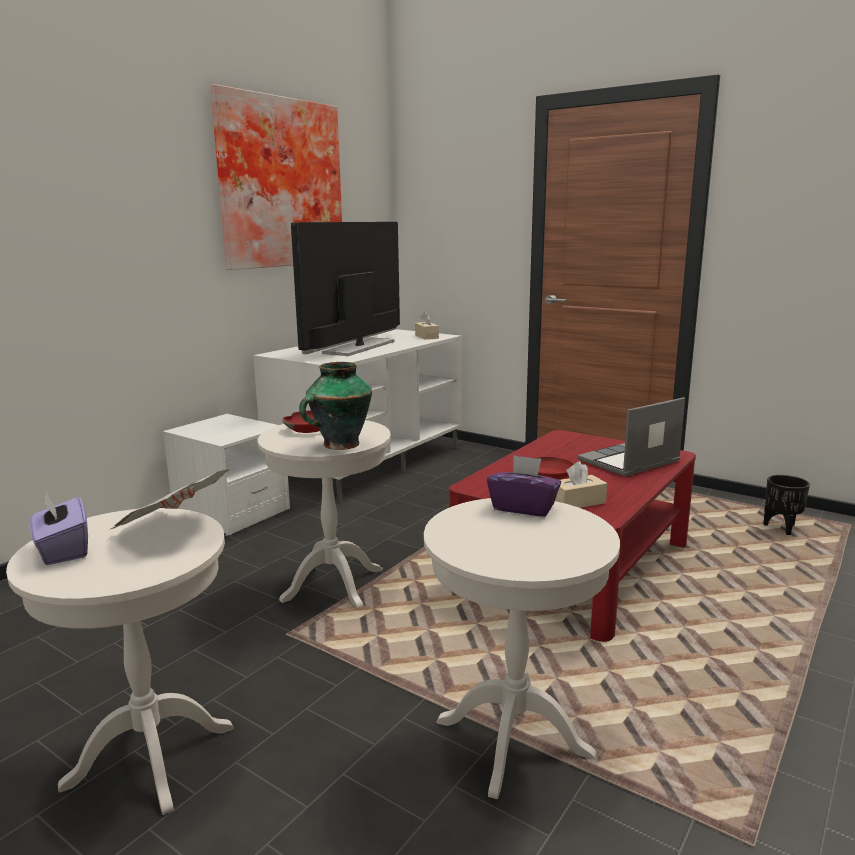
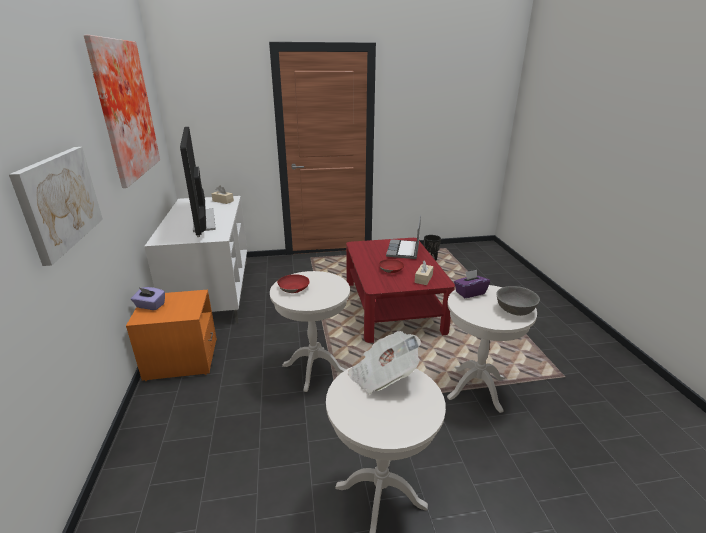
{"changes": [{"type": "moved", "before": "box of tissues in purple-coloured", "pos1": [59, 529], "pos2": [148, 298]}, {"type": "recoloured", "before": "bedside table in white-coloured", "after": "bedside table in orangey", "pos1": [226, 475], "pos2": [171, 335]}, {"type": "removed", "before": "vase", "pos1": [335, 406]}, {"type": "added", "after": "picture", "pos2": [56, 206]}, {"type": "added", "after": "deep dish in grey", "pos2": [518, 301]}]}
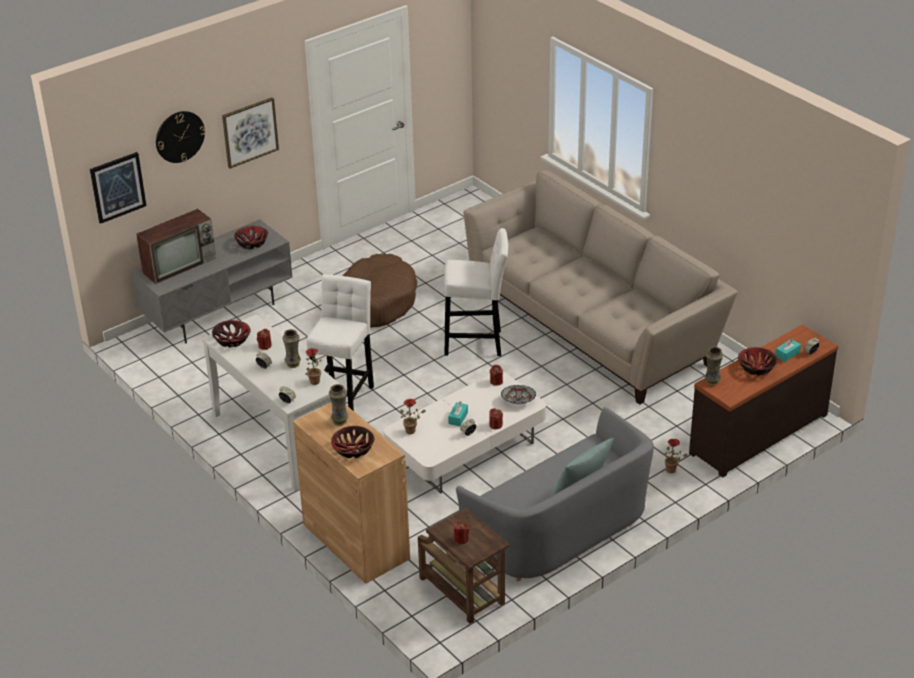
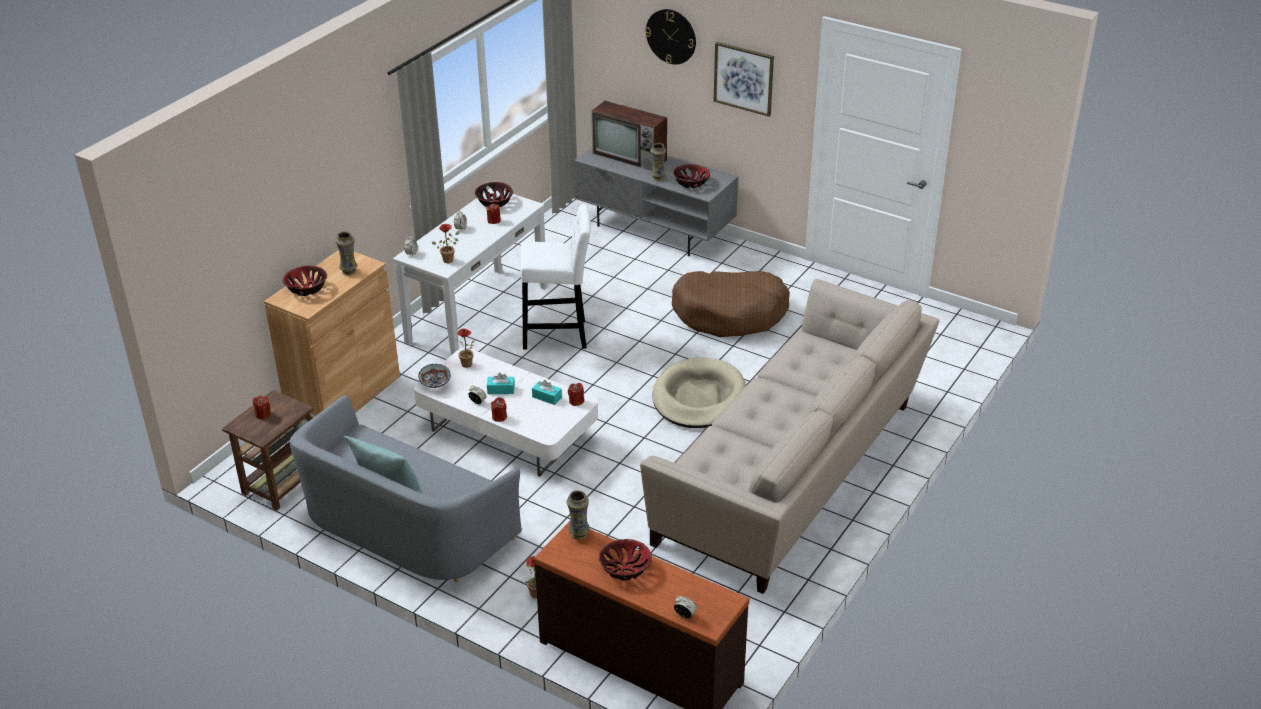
{"changes": [{"type": "removed", "before": "picture", "pos1": [118, 188]}, {"type": "moved", "before": "vase", "pos1": [292, 348], "pos2": [658, 162]}, {"type": "replaced", "before": "stool seat in white-coloured", "after": "pet bed in sand-coloured", "pos1": [476, 292], "pos2": [699, 392]}, {"type": "moved", "before": "deep dish", "pos1": [518, 394], "pos2": [434, 376]}, {"type": "moved", "before": "box of tissues in turquoise-coloured", "pos1": [788, 350], "pos2": [547, 392]}]}
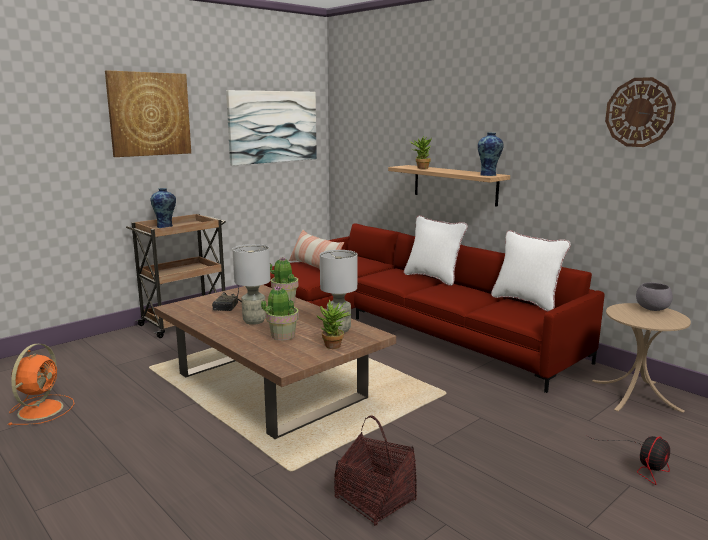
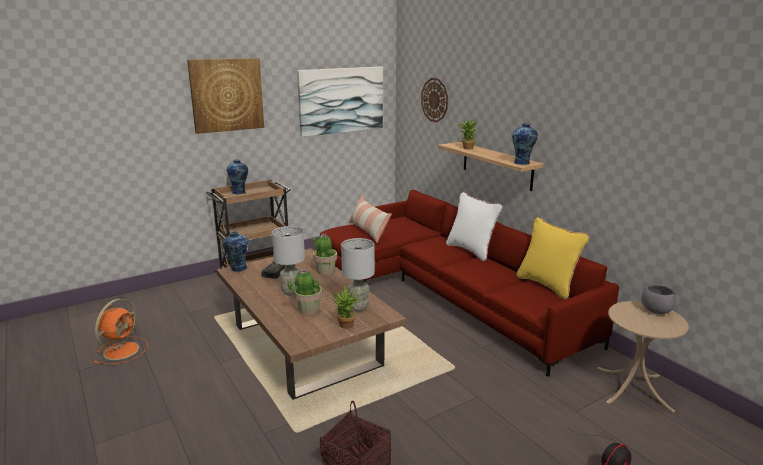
{"changes": [{"type": "recoloured", "before": "pillow in white-coloured", "after": "pillow in yellow", "pos1": [531, 270], "pos2": [552, 258]}, {"type": "moved", "before": "wall clock", "pos1": [640, 112], "pos2": [434, 100]}, {"type": "added", "after": "vase", "pos2": [235, 251]}]}
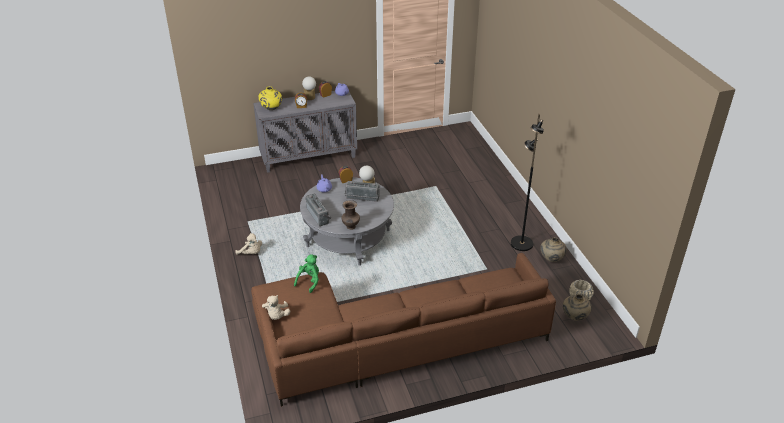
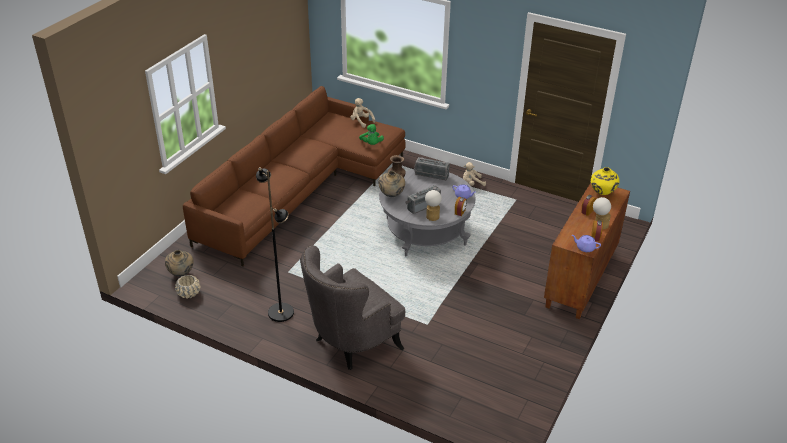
{"changes": [{"type": "recoloured", "before": "cupboard in grey", "after": "cupboard in brown", "pos1": [305, 132], "pos2": [587, 251]}, {"type": "moved", "before": "vase in sand-coloured", "pos1": [553, 249], "pos2": [392, 184]}, {"type": "added", "after": "easy chair in grey", "pos2": [352, 308]}]}
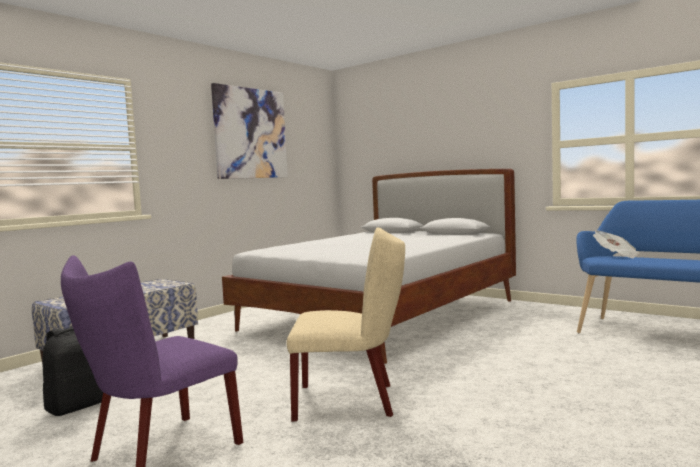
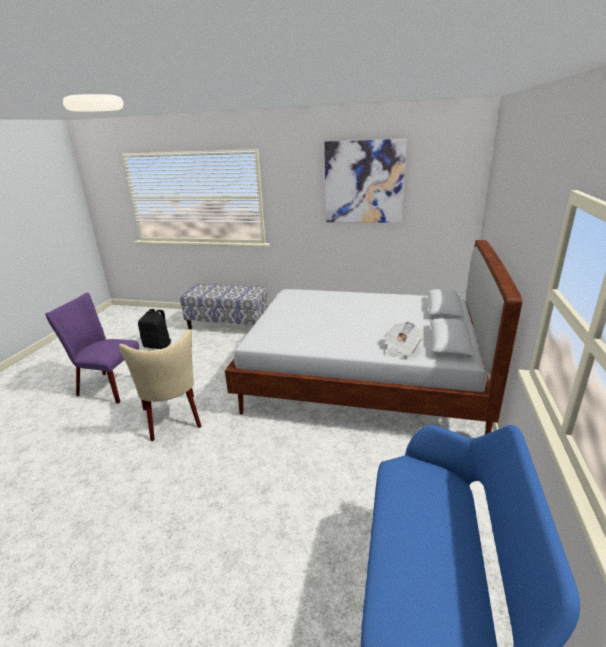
{"changes": [{"type": "moved", "before": "daily paper", "pos1": [616, 244], "pos2": [404, 339]}]}
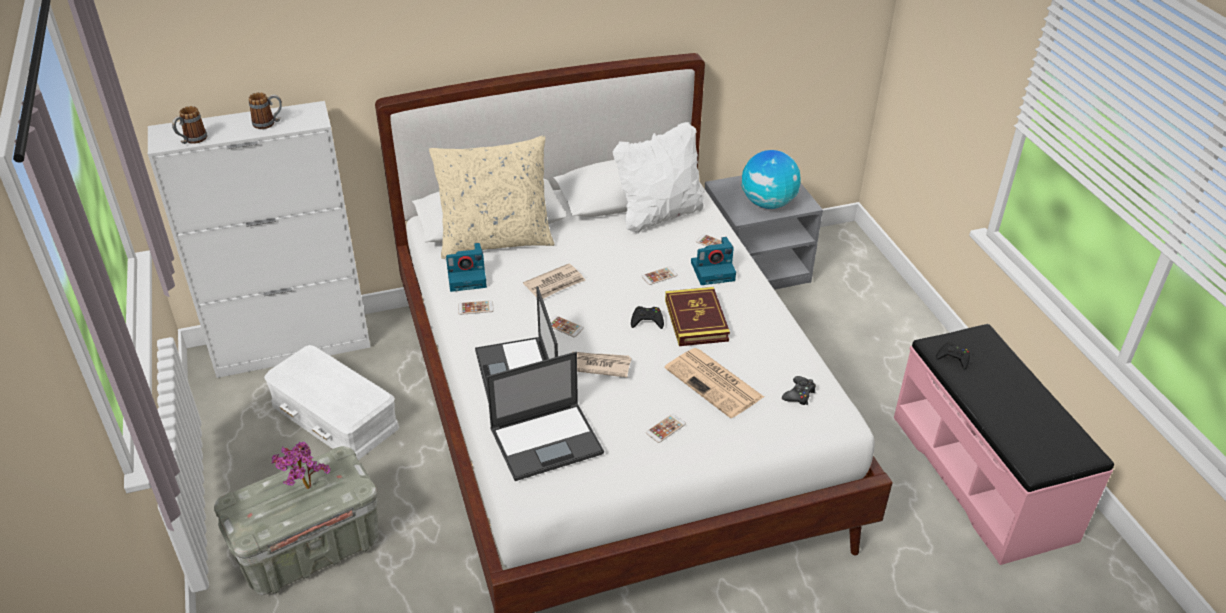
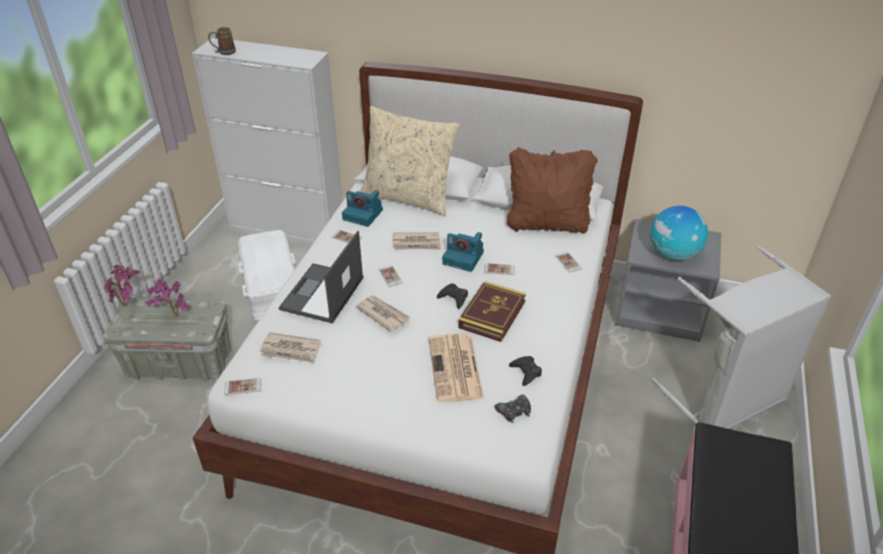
{"changes": [{"type": "removed", "before": "mug", "pos1": [265, 110]}, {"type": "replaced", "before": "notebook computer", "after": "daily paper", "pos1": [545, 416], "pos2": [290, 347]}, {"type": "recoloured", "before": "pillow in white-coloured", "after": "pillow in brown", "pos1": [658, 178], "pos2": [552, 190]}, {"type": "moved", "before": "handset", "pos1": [666, 428], "pos2": [242, 386]}, {"type": "moved", "before": "photo camera", "pos1": [713, 261], "pos2": [463, 252]}, {"type": "moved", "before": "joypad in black", "pos1": [953, 356], "pos2": [525, 371]}, {"type": "added", "after": "potted plant", "pos2": [122, 285]}, {"type": "added", "after": "hamper in grey", "pos2": [741, 337]}]}
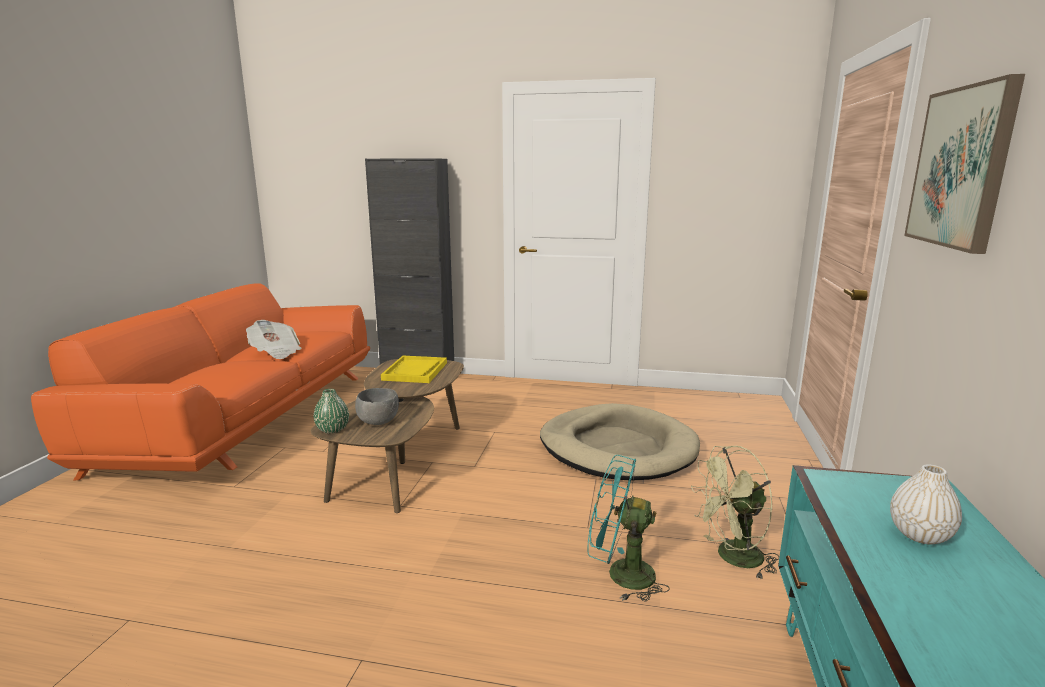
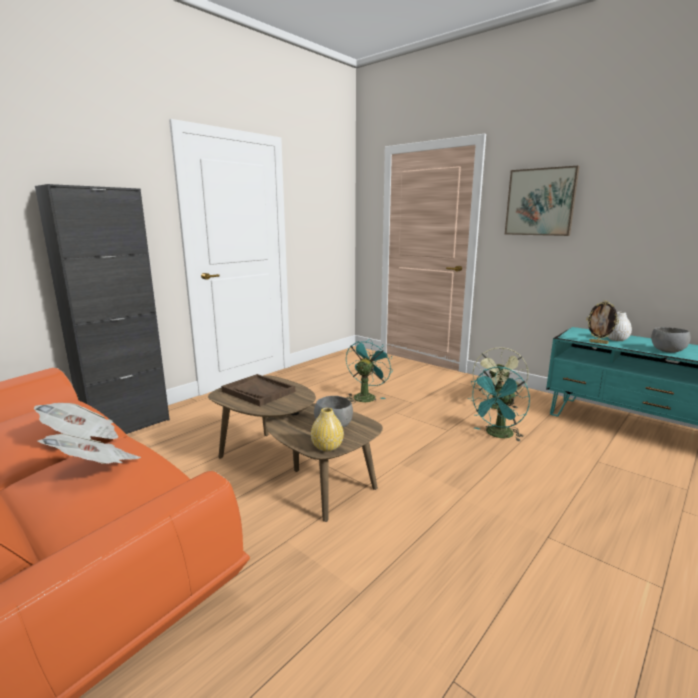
{"changes": [{"type": "recoloured", "before": "vase in green-coloured", "after": "vase in yellow", "pos1": [331, 411], "pos2": [327, 430]}, {"type": "recoloured", "before": "tray in yellow", "after": "tray in brown", "pos1": [414, 369], "pos2": [258, 390]}, {"type": "replaced", "before": "pet bed in sand-coloured", "after": "fan in turquoise-coloured", "pos1": [620, 441], "pos2": [369, 371]}, {"type": "added", "after": "daily paper", "pos2": [89, 449]}, {"type": "added", "after": "picture frame", "pos2": [602, 322]}, {"type": "added", "after": "deep dish in grey", "pos2": [671, 340]}]}
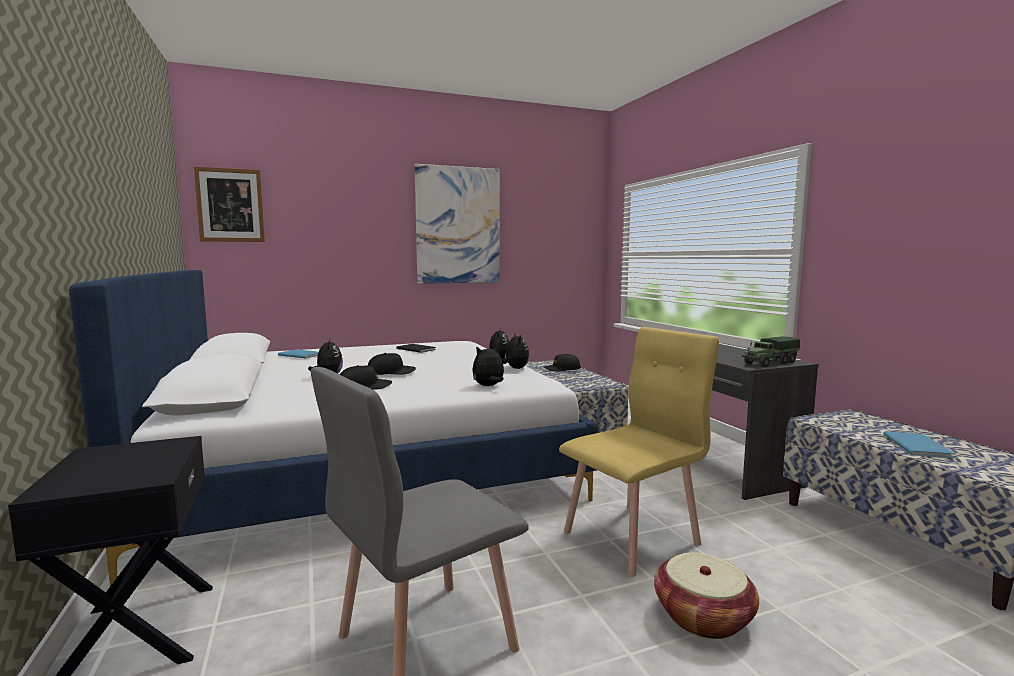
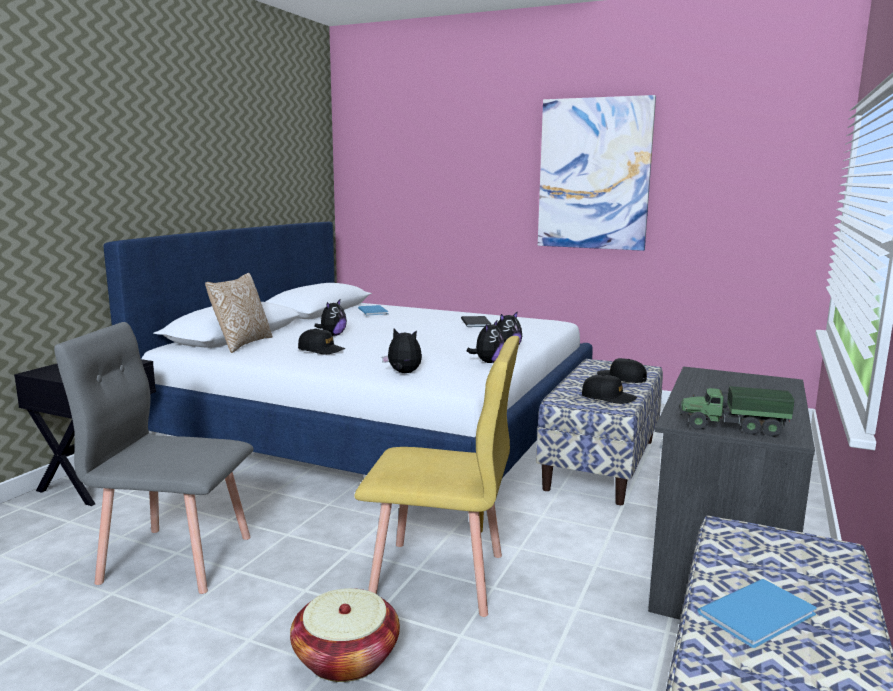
{"changes": [{"type": "removed", "before": "picture", "pos1": [229, 204]}, {"type": "moved", "before": "peaked cap in black", "pos1": [392, 364], "pos2": [609, 389]}, {"type": "added", "after": "pillow", "pos2": [239, 313]}]}
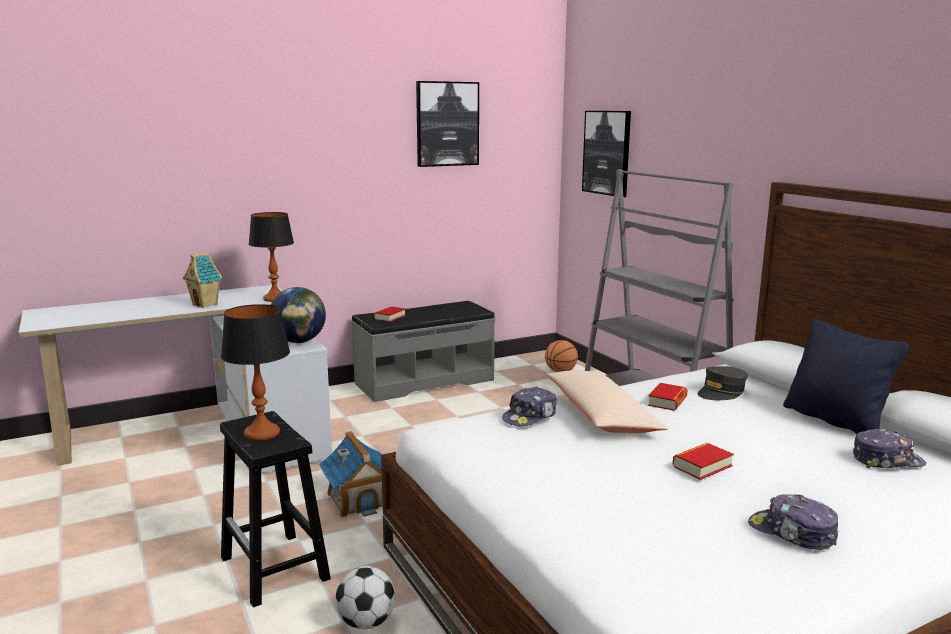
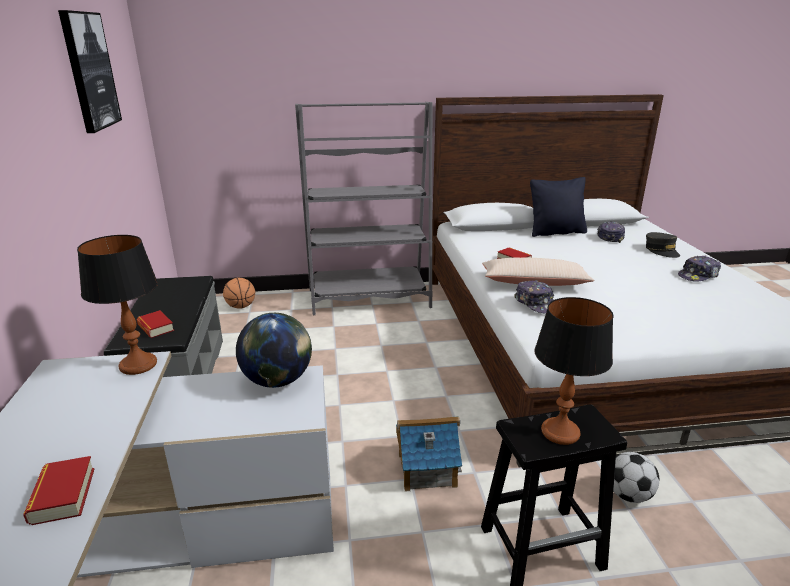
{"changes": [{"type": "removed", "before": "toy house", "pos1": [202, 280]}, {"type": "removed", "before": "picture", "pos1": [606, 154]}, {"type": "moved", "before": "volume", "pos1": [703, 461], "pos2": [58, 490]}, {"type": "moved", "before": "peaked cap in grey", "pos1": [722, 383], "pos2": [663, 245]}]}
